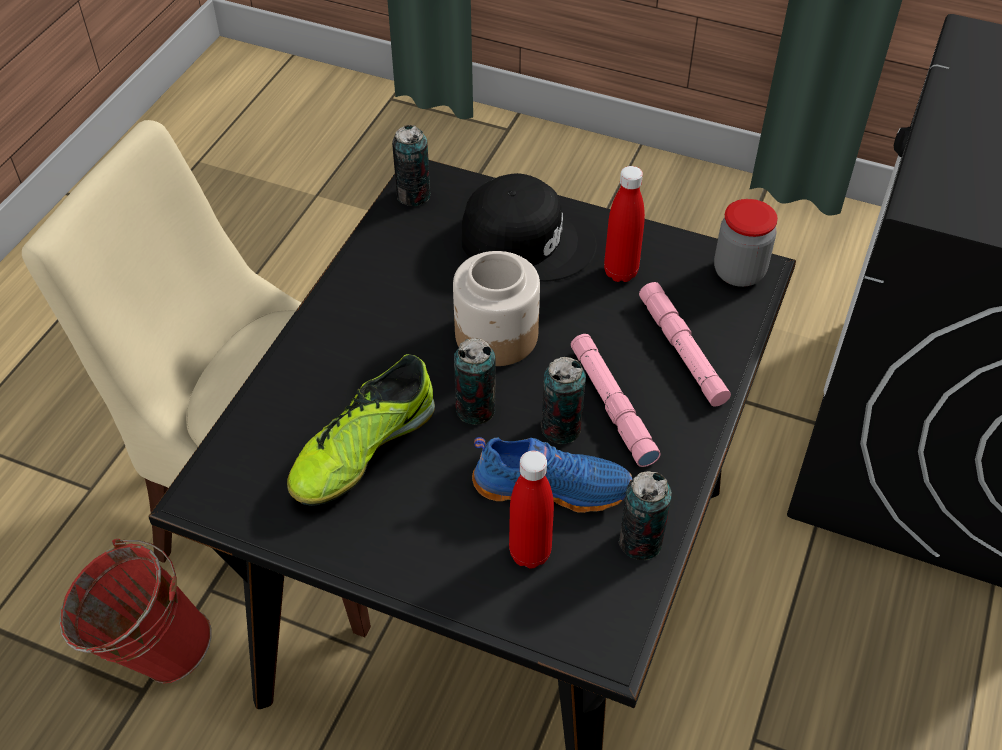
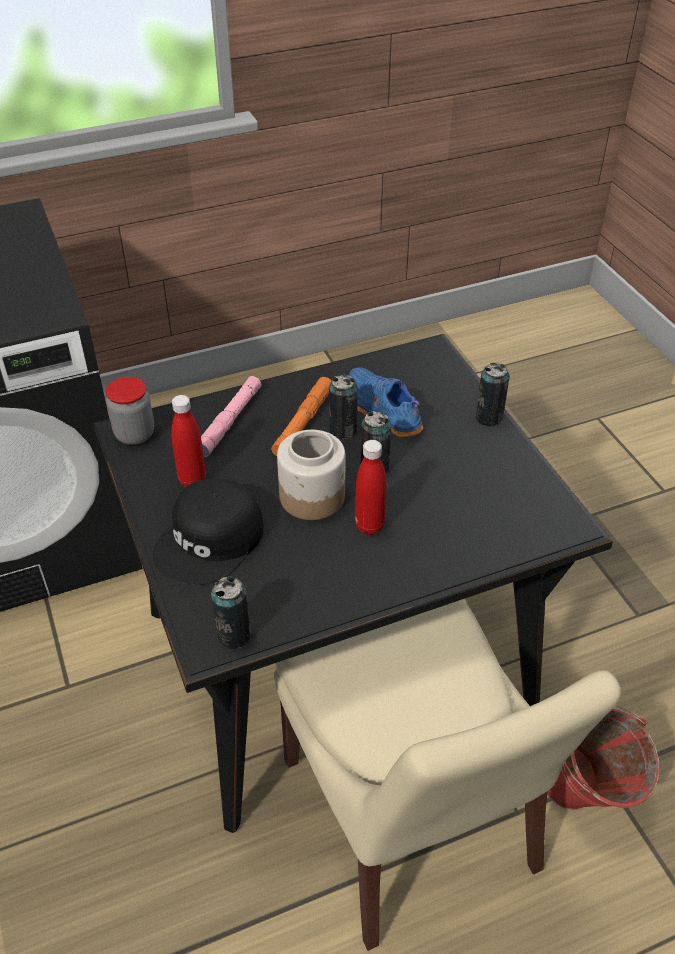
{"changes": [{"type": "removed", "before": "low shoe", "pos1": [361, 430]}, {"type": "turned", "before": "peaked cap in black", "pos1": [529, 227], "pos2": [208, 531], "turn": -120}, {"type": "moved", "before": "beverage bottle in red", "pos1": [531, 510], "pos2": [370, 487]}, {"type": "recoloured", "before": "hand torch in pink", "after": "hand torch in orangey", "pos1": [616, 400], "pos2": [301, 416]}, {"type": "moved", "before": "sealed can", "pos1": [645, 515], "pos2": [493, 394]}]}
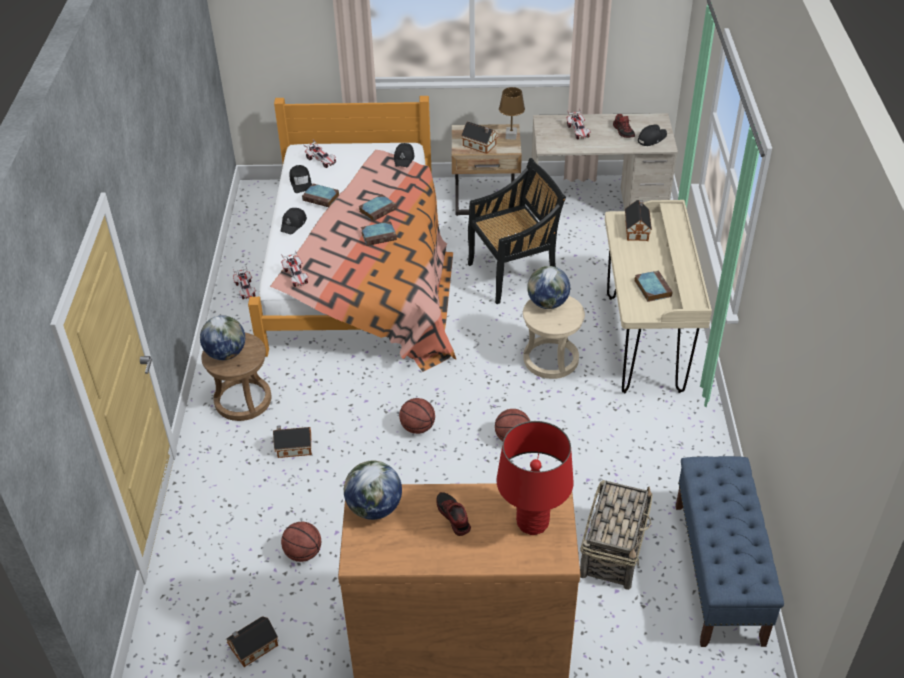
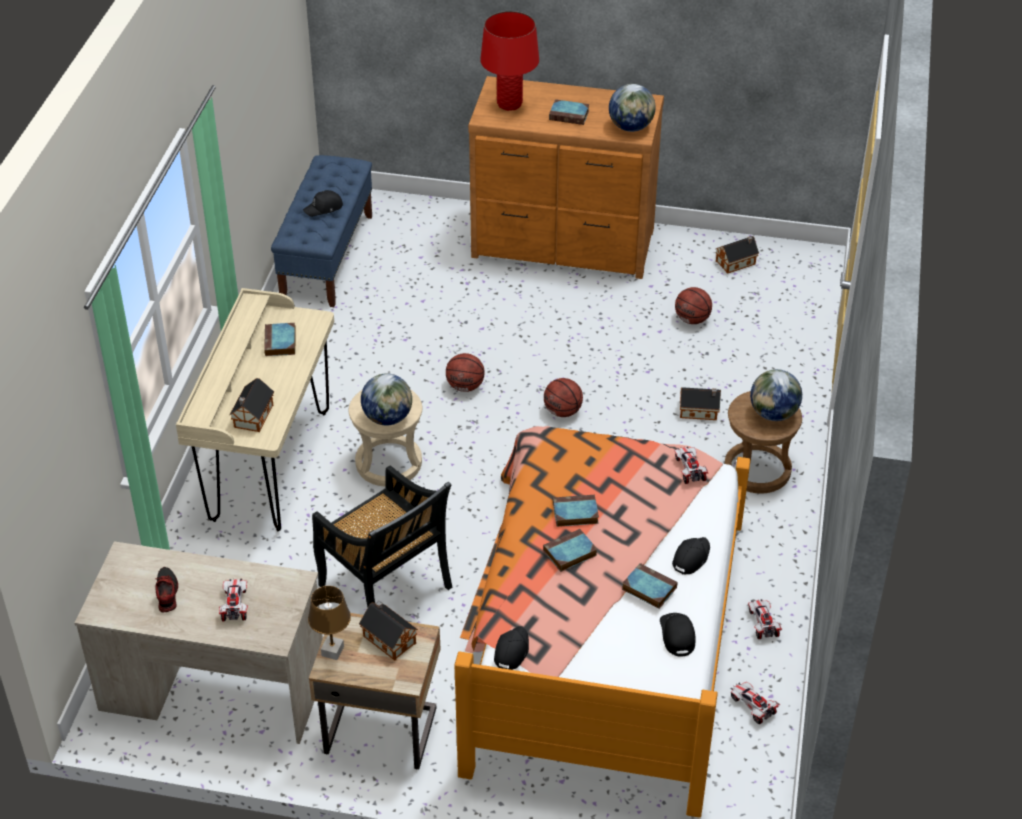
{"changes": [{"type": "moved", "before": "toy car", "pos1": [320, 154], "pos2": [756, 703]}, {"type": "replaced", "before": "low shoe", "after": "volume", "pos1": [453, 514], "pos2": [569, 112]}, {"type": "turned", "before": "plain chair in black", "pos1": [517, 231], "pos2": [382, 536], "turn": -120}, {"type": "removed", "before": "storage basket", "pos1": [616, 535]}, {"type": "moved", "before": "peaked cap in black", "pos1": [652, 135], "pos2": [323, 203]}]}
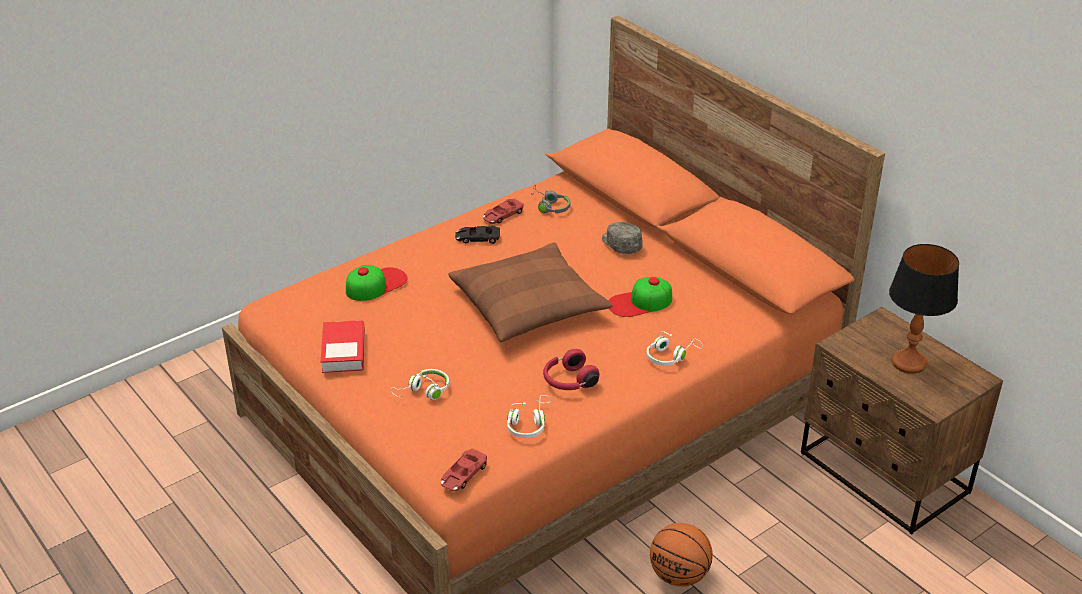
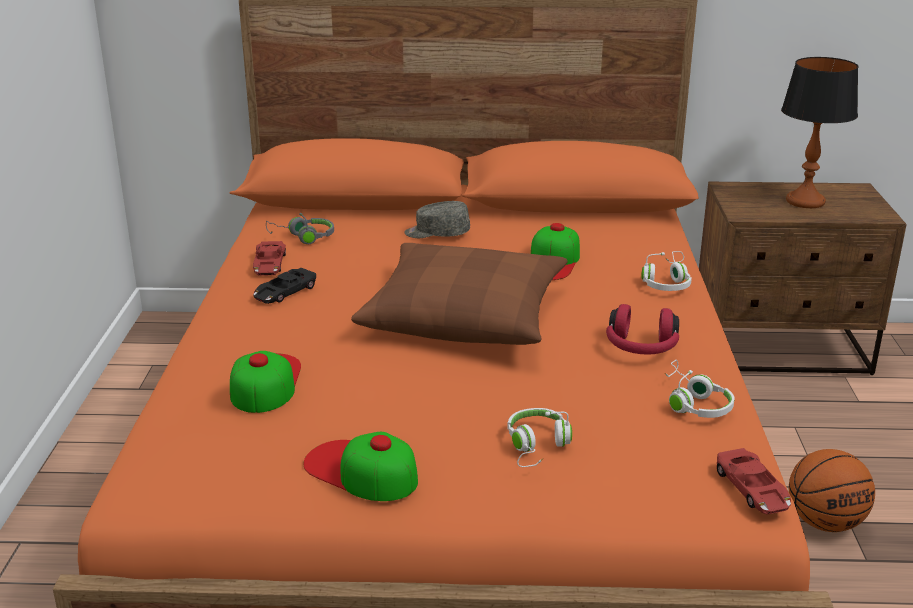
{"changes": [{"type": "replaced", "before": "volume", "after": "peaked cap", "pos1": [343, 346], "pos2": [361, 466]}]}
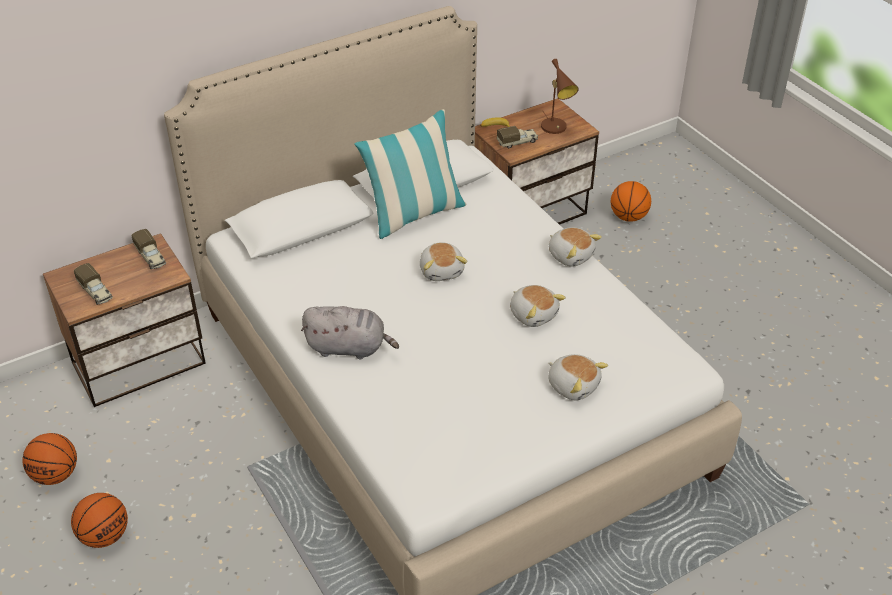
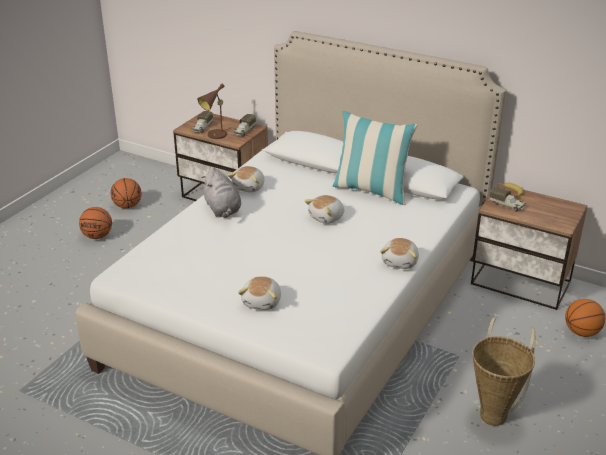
{"changes": [{"type": "moved", "before": "cuddly toy", "pos1": [538, 306], "pos2": [246, 179]}, {"type": "moved", "before": "tabletop lamp in brown", "pos1": [560, 96], "pos2": [215, 111]}, {"type": "added", "after": "storage basket", "pos2": [503, 371]}]}
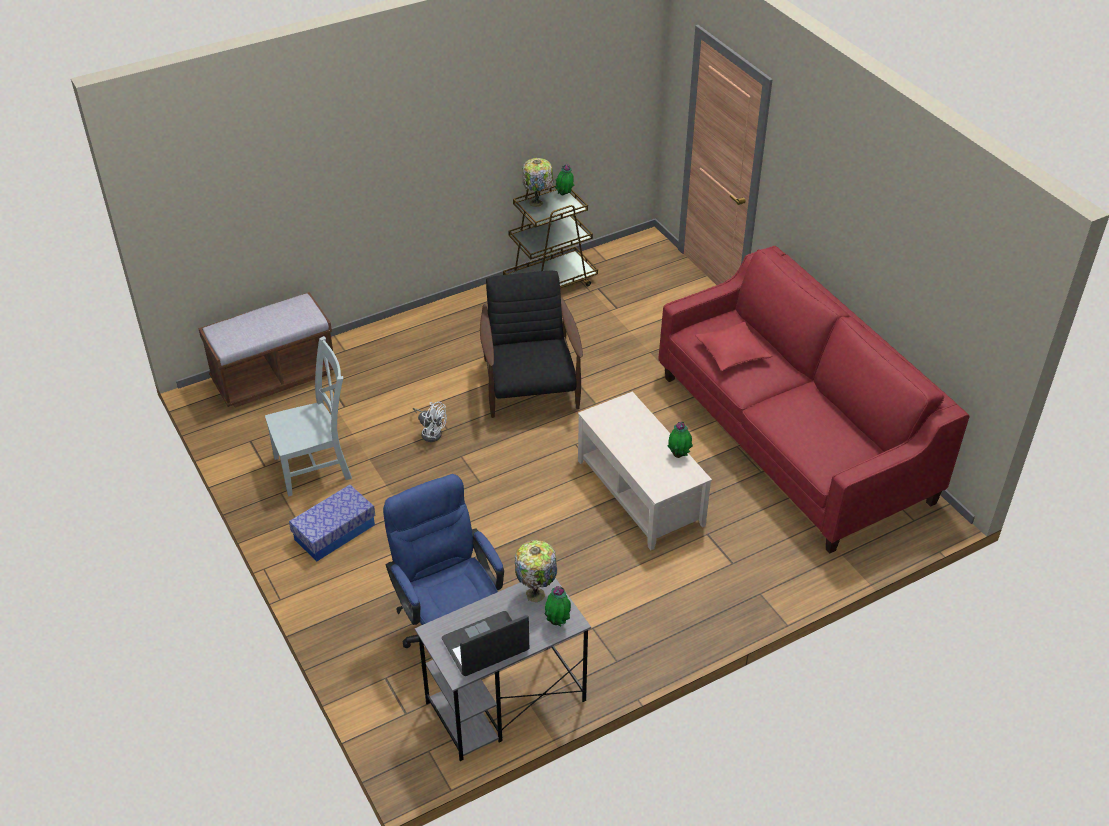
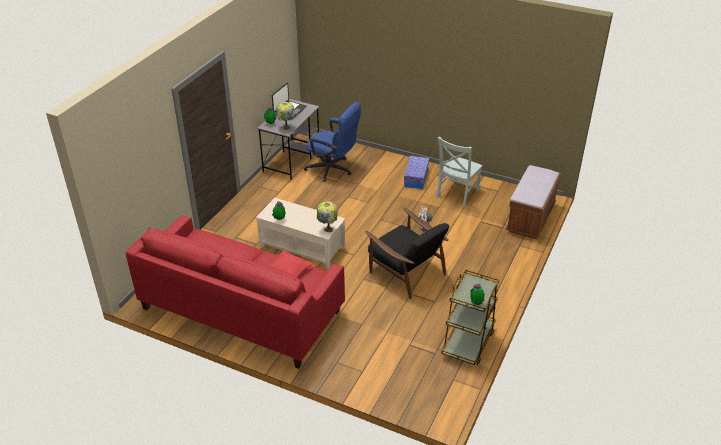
{"changes": [{"type": "moved", "before": "tabletop lamp", "pos1": [538, 182], "pos2": [327, 217]}]}
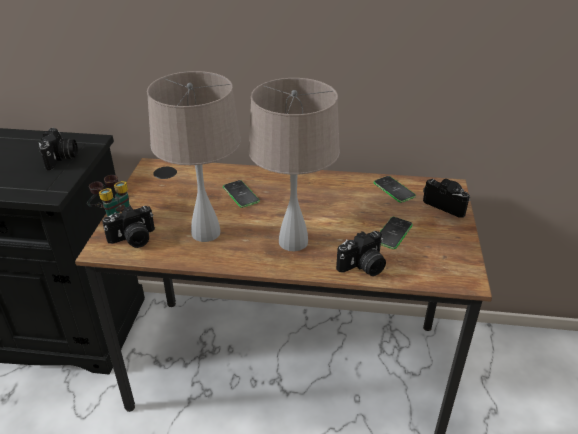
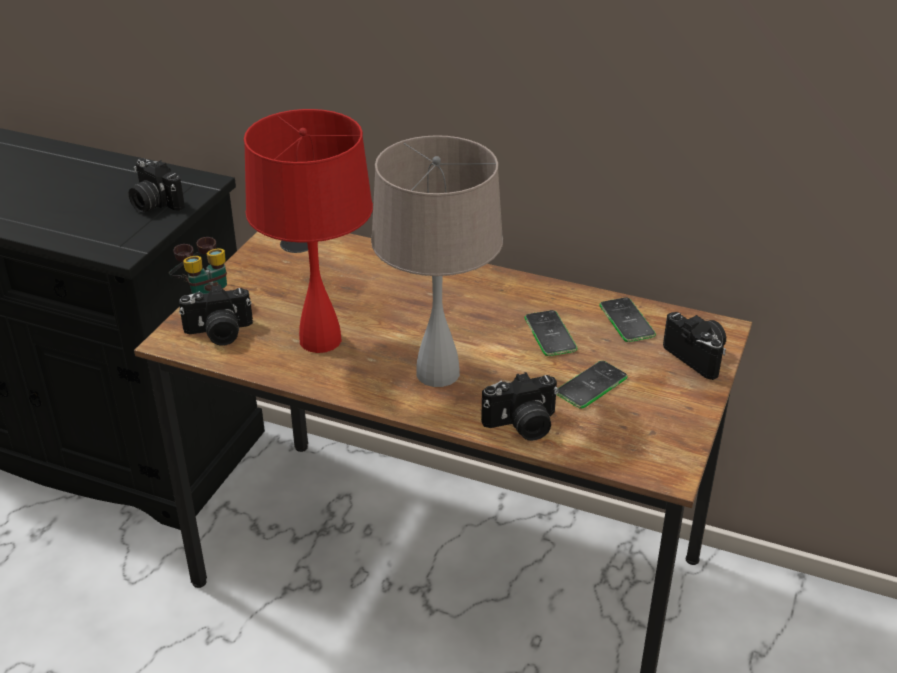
{"changes": [{"type": "turned", "before": "photo camera", "pos1": [58, 149], "pos2": [157, 185], "turn": 120}, {"type": "recoloured", "before": "tabletop lamp in sand-coloured", "after": "tabletop lamp in red", "pos1": [194, 156], "pos2": [308, 231]}, {"type": "moved", "before": "handset", "pos1": [241, 194], "pos2": [551, 333]}]}
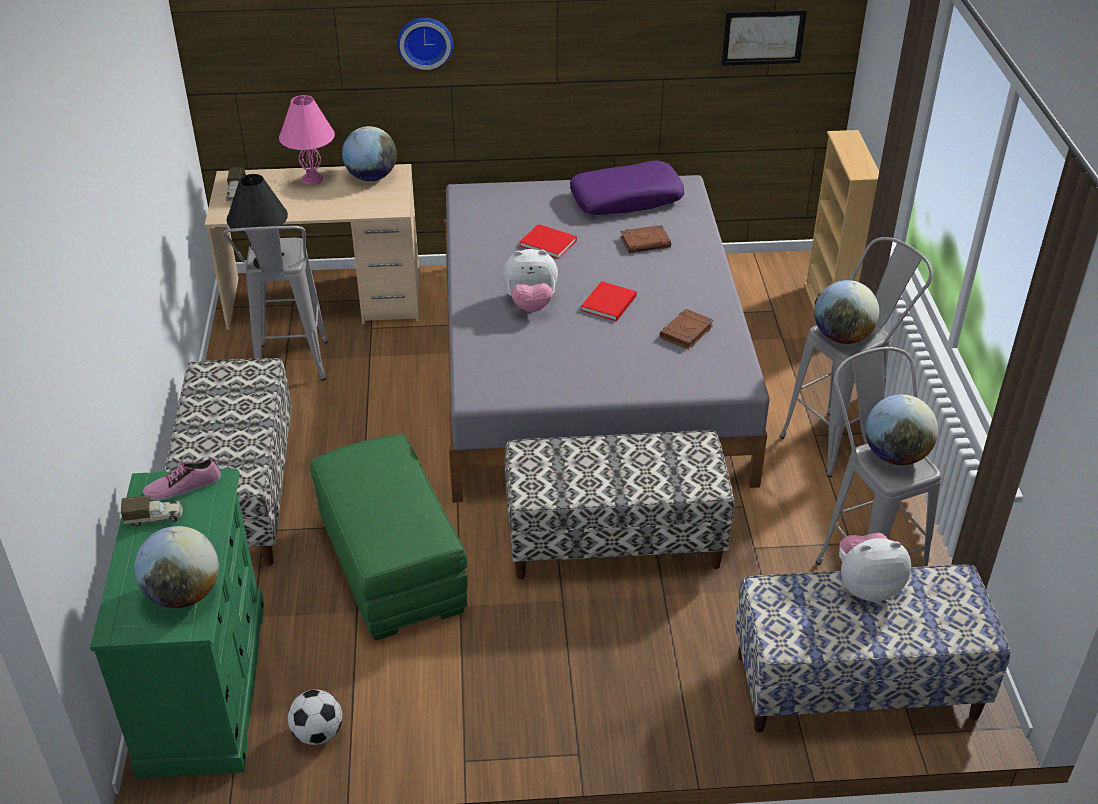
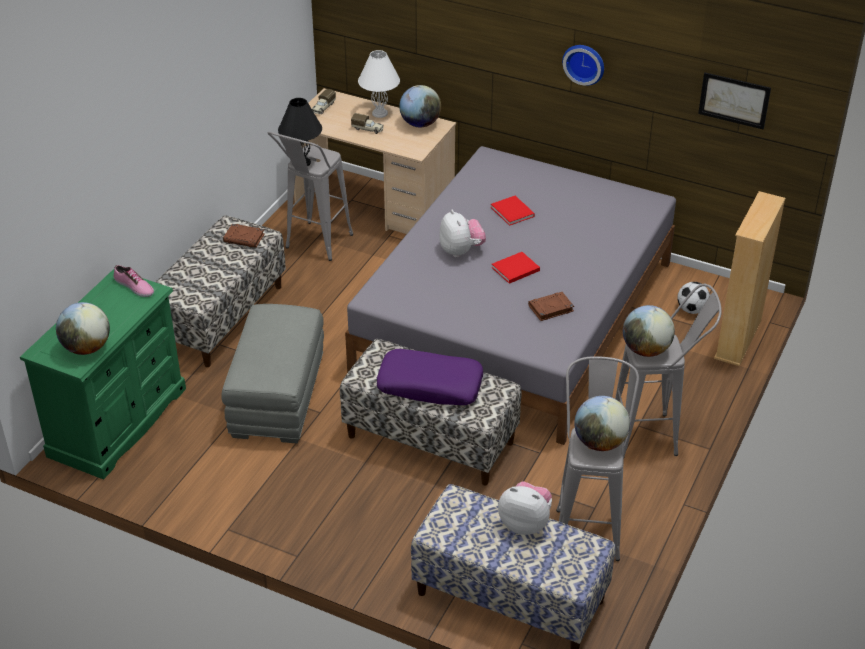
{"changes": [{"type": "moved", "before": "model truck", "pos1": [152, 510], "pos2": [367, 123]}, {"type": "turned", "before": "low shoe", "pos1": [182, 480], "pos2": [134, 281], "turn": -150}, {"type": "recoloured", "before": "tabletop lamp in pink", "after": "tabletop lamp in white-coloured", "pos1": [307, 140], "pos2": [379, 84]}, {"type": "moved", "before": "football", "pos1": [315, 717], "pos2": [693, 298]}, {"type": "recoloured", "before": "pouffe in green-coloured", "after": "pouffe in grey", "pos1": [389, 537], "pos2": [272, 373]}, {"type": "moved", "before": "wall clock", "pos1": [425, 44], "pos2": [583, 65]}, {"type": "turned", "before": "cuddly toy", "pos1": [530, 280], "pos2": [463, 234], "turn": -135}, {"type": "moved", "before": "pillow in purple-coloured", "pos1": [627, 187], "pos2": [430, 377]}, {"type": "moved", "before": "volume in brown", "pos1": [645, 239], "pos2": [244, 236]}]}
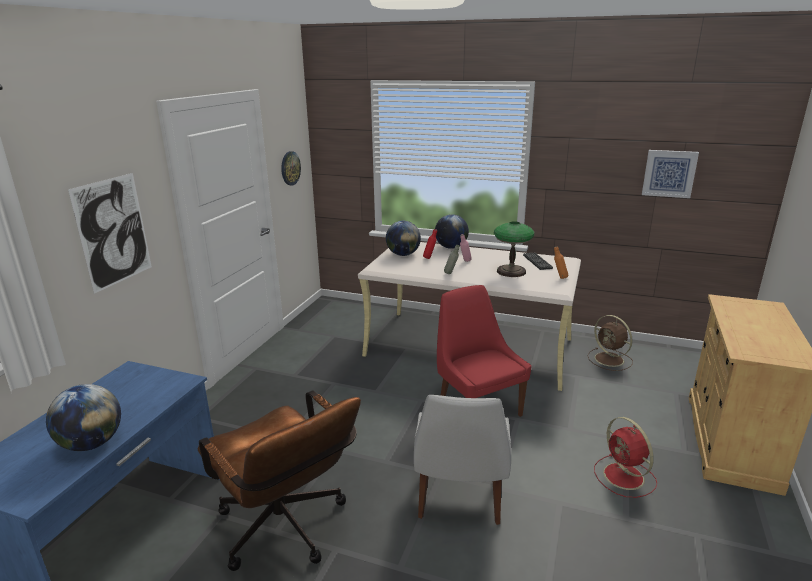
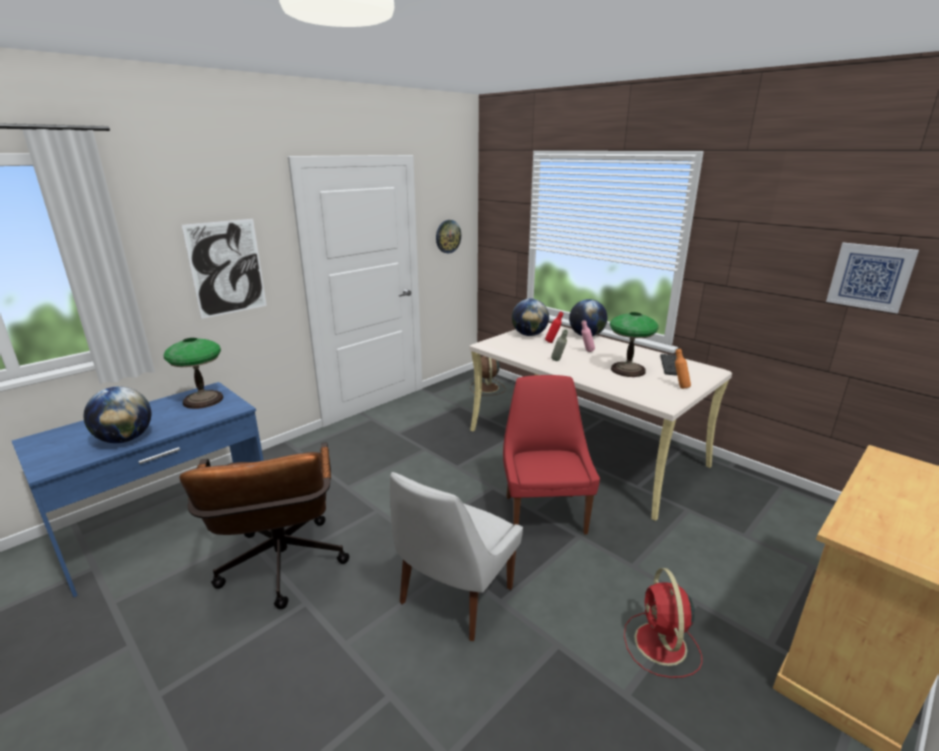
{"changes": [{"type": "moved", "before": "fan in brown", "pos1": [610, 343], "pos2": [488, 376]}, {"type": "added", "after": "tabletop lamp", "pos2": [193, 373]}]}
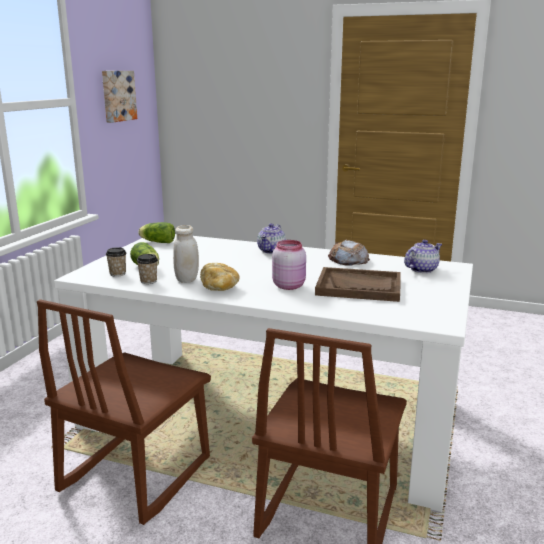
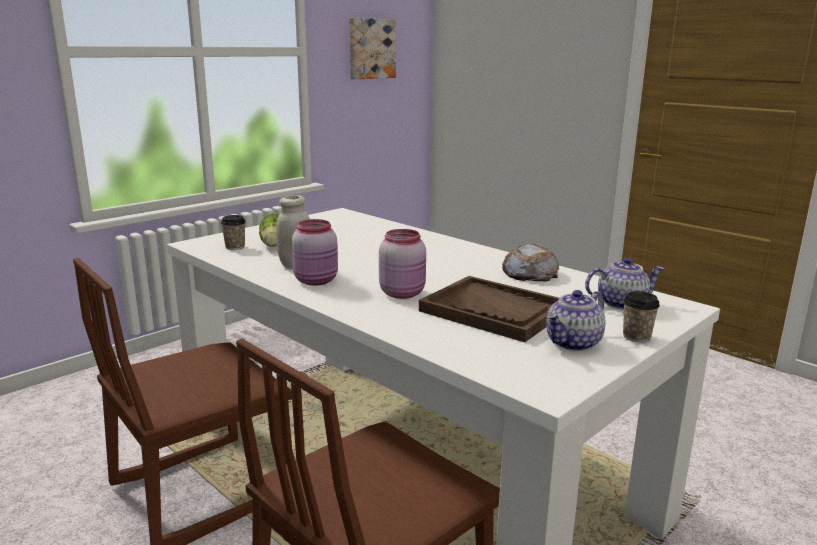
{"changes": [{"type": "moved", "before": "cup", "pos1": [147, 269], "pos2": [641, 316]}, {"type": "removed", "before": "lettuce", "pos1": [156, 232]}, {"type": "replaced", "before": "bread", "after": "jar in pink", "pos1": [220, 277], "pos2": [315, 252]}, {"type": "moved", "before": "teapot", "pos1": [271, 238], "pos2": [576, 320]}]}
